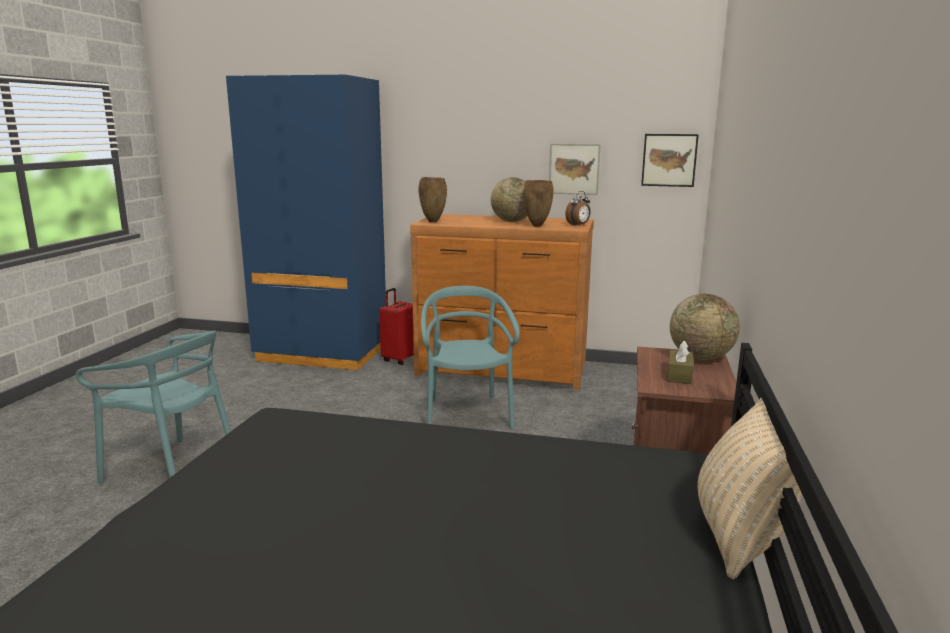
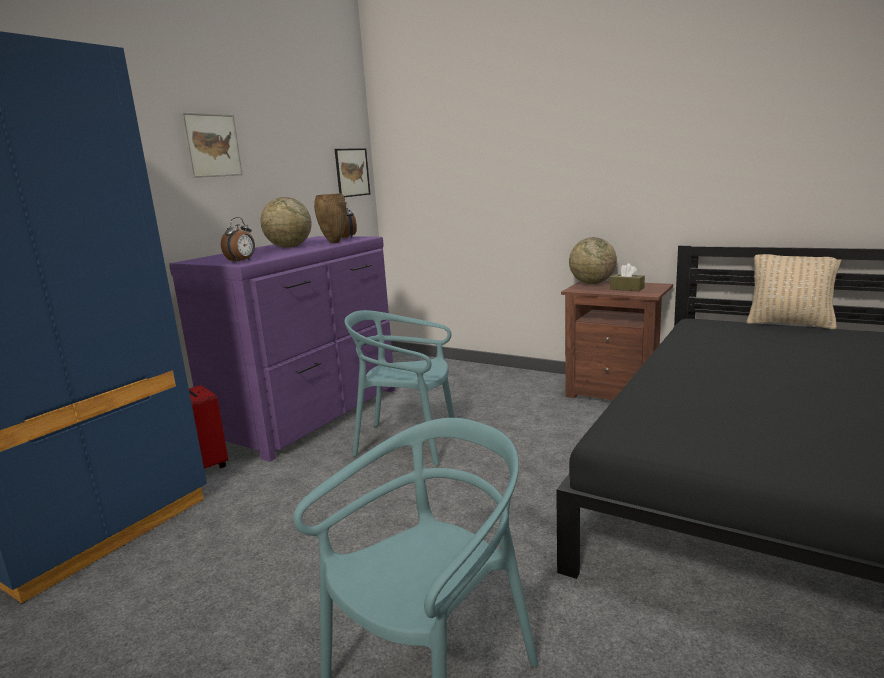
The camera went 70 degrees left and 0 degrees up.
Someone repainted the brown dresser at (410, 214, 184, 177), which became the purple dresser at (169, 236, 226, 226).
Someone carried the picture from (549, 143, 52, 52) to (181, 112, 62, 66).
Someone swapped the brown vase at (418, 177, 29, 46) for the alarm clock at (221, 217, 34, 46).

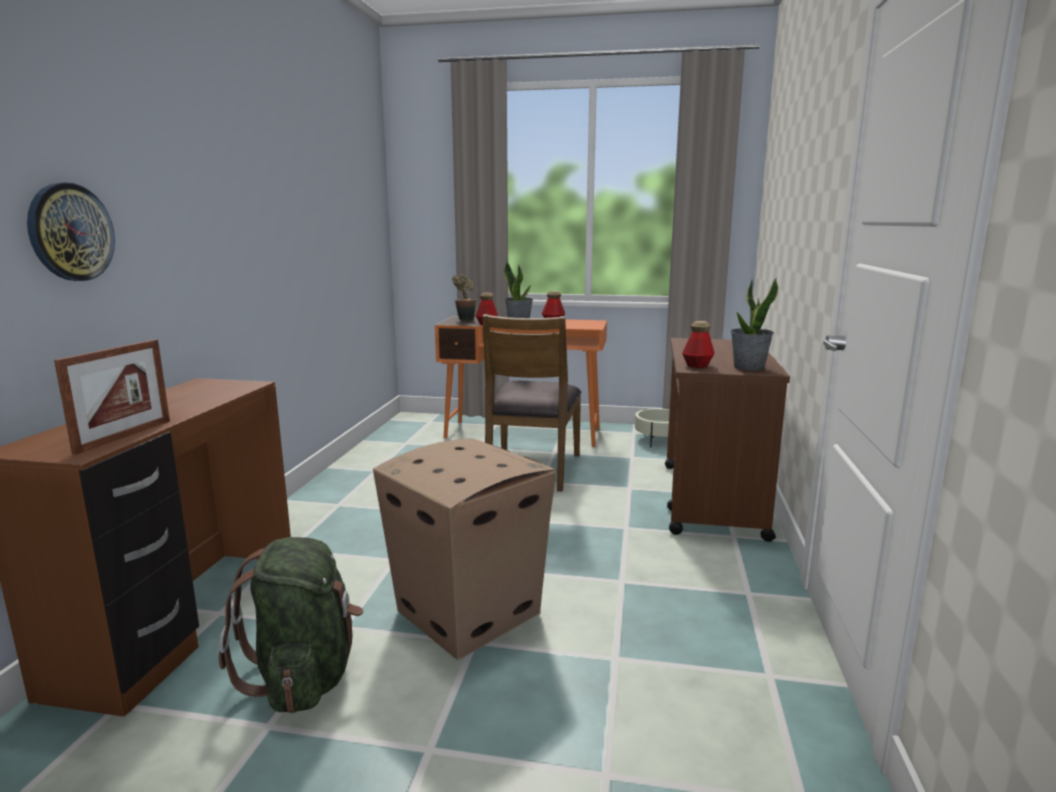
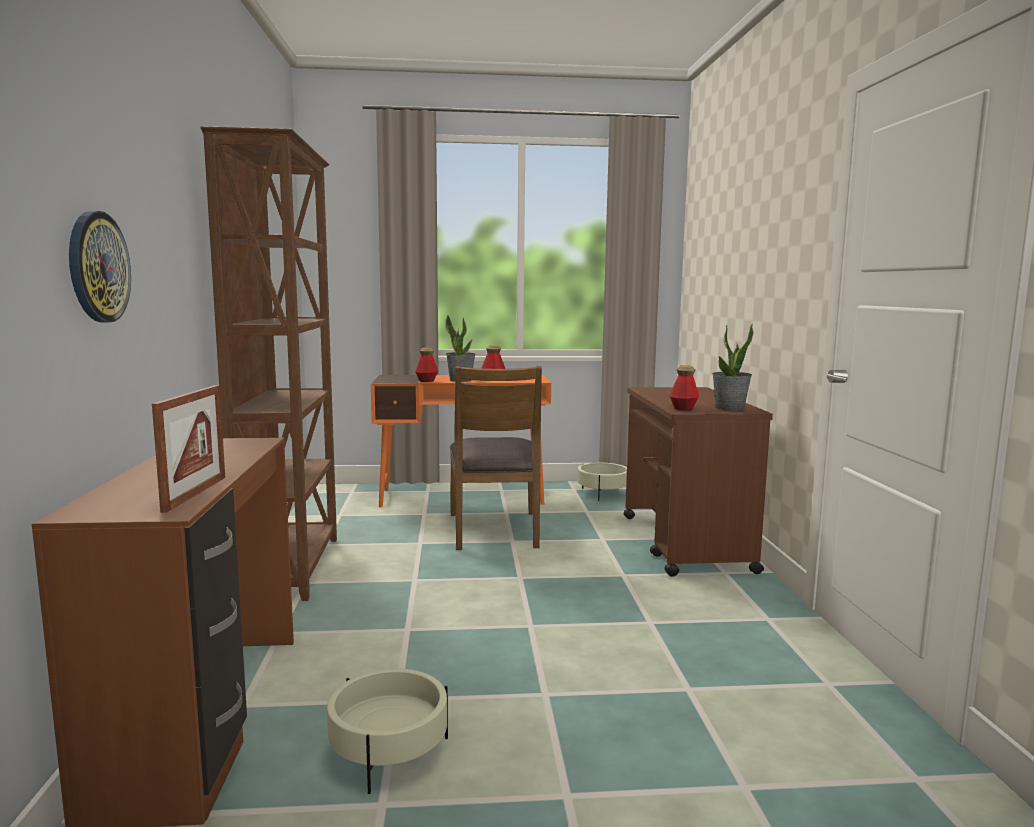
The camera went 15 degrees left and 5 degrees down.
Someone put down the brown bookcase at (200, 126, 137, 475).
Someone swapped the green backpack at (219, 537, 144, 176) for the beige planter at (327, 668, 121, 126).
Someone took away the cardboard box at (373, 438, 183, 222).
Someone took away the potted plant at (452, 274, 24, 47).

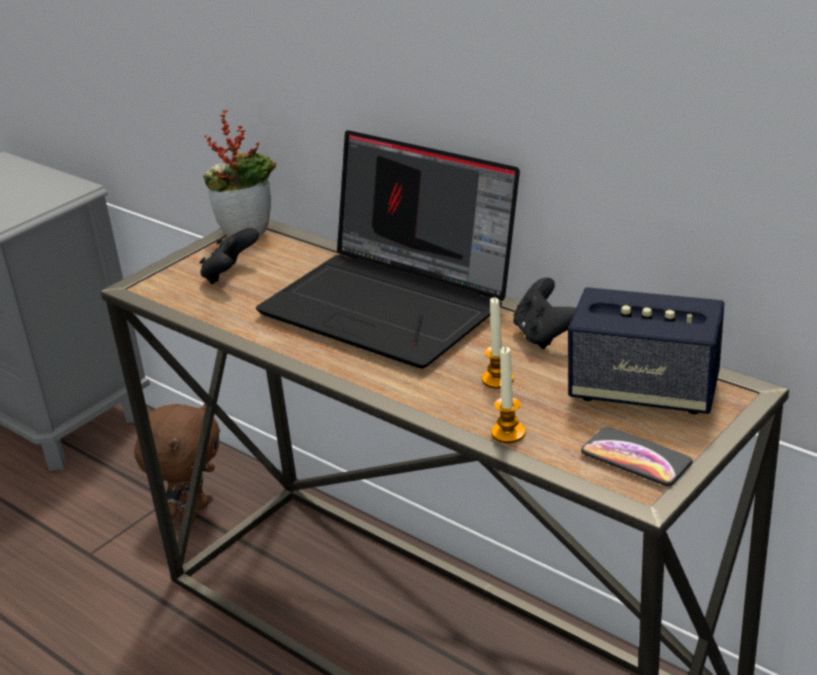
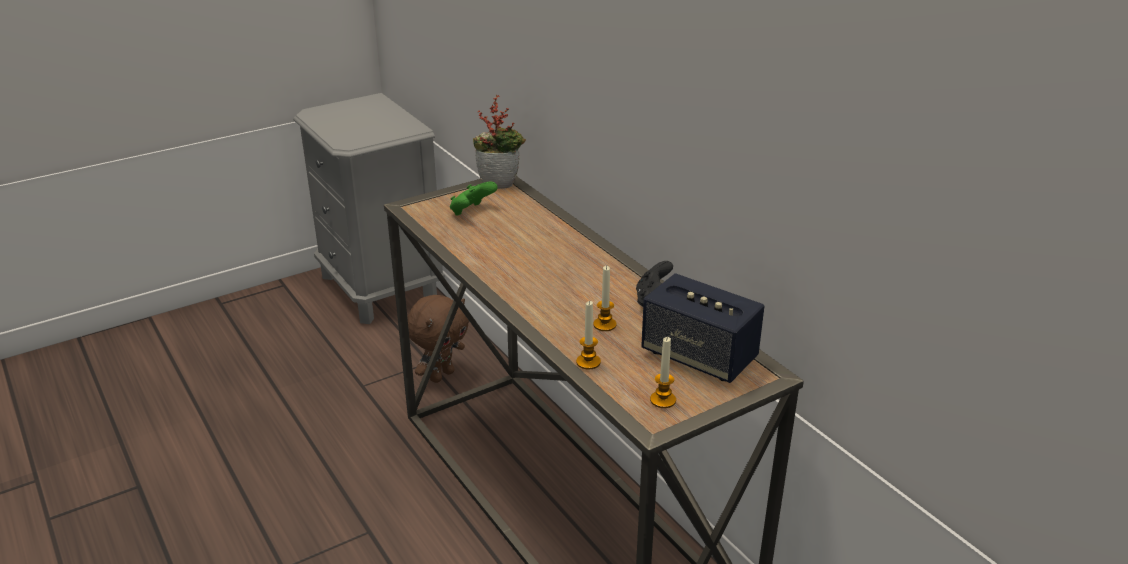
The camera went 15 degrees right and 0 degrees up.
Someone repainted the black game controller at (200, 228, 59, 56), which became the green game controller at (450, 182, 48, 34).
Someone swapped the phone at (581, 427, 112, 59) for the candle at (650, 337, 26, 71).
Someone took away the laptop at (256, 130, 264, 239).

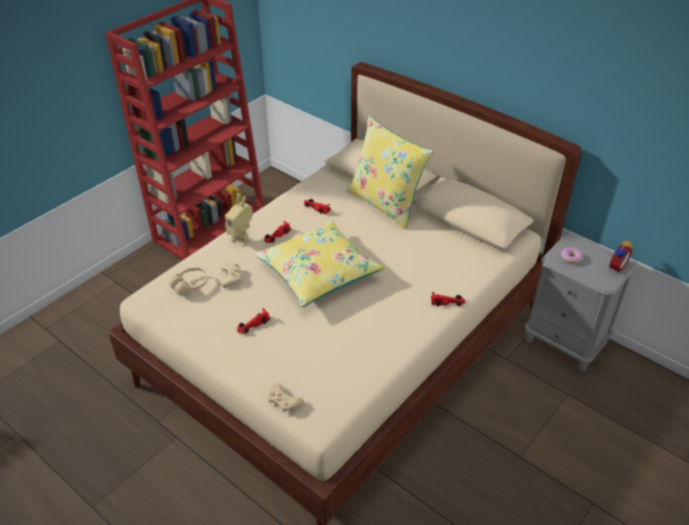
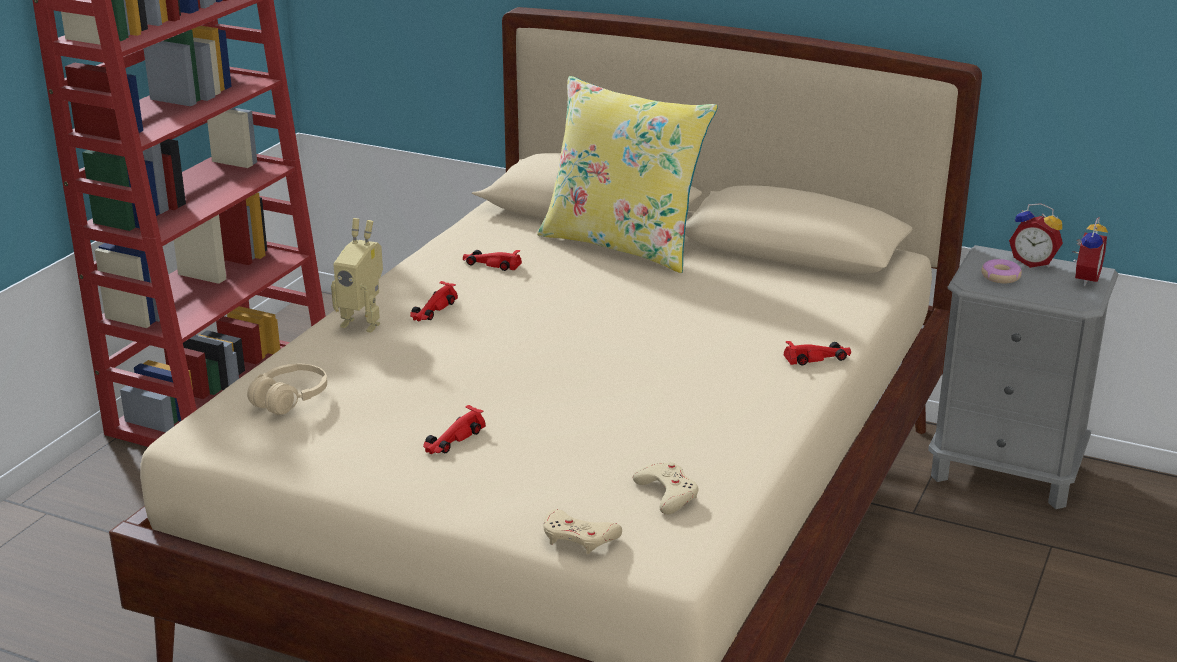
The camera went 15 degrees left and 15 degrees down.
Someone carried the beige game controller from (220, 263, 21, 24) to (633, 462, 66, 53).
Someone put down the alarm clock at (1009, 203, 54, 65).
Someone took away the yellow pillow at (255, 221, 129, 86).

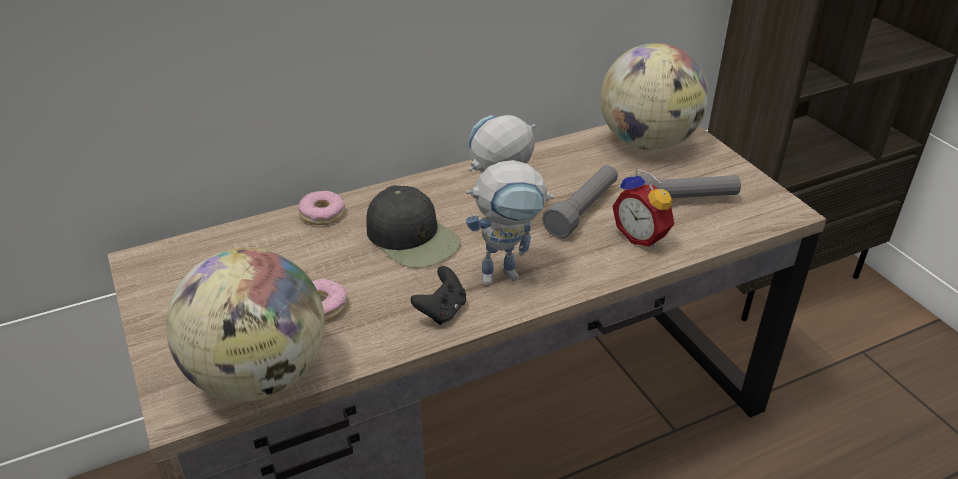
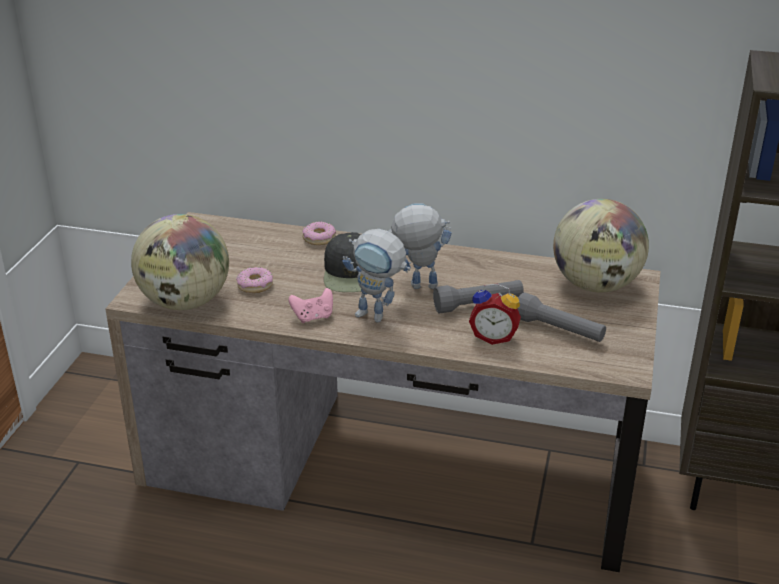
The camera went 40 degrees right and 5 degrees down.
Someone repainted the black game controller at (411, 266, 55, 59), which became the pink game controller at (288, 288, 45, 35).
Someone rotated the alarm clock at (612, 169, 62, 79) by 75 degrees counterclockwise.

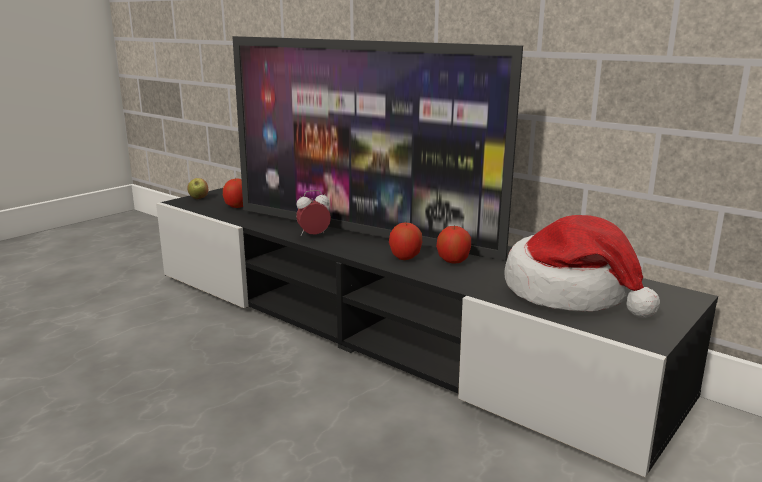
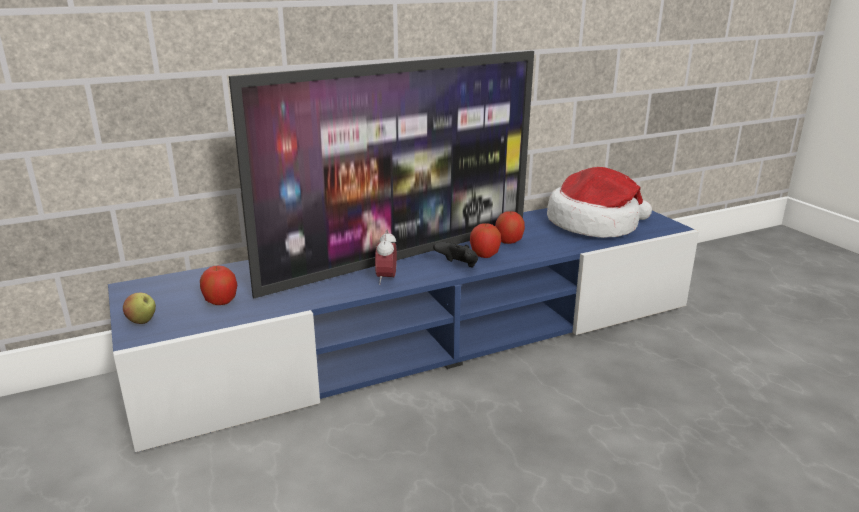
The camera went 65 degrees left and 5 degrees up.
Someone repainted the black tv stand at (156, 188, 562, 289), which became the blue tv stand at (108, 208, 591, 245).
Someone put down the black game controller at (433, 241, 45, 27).

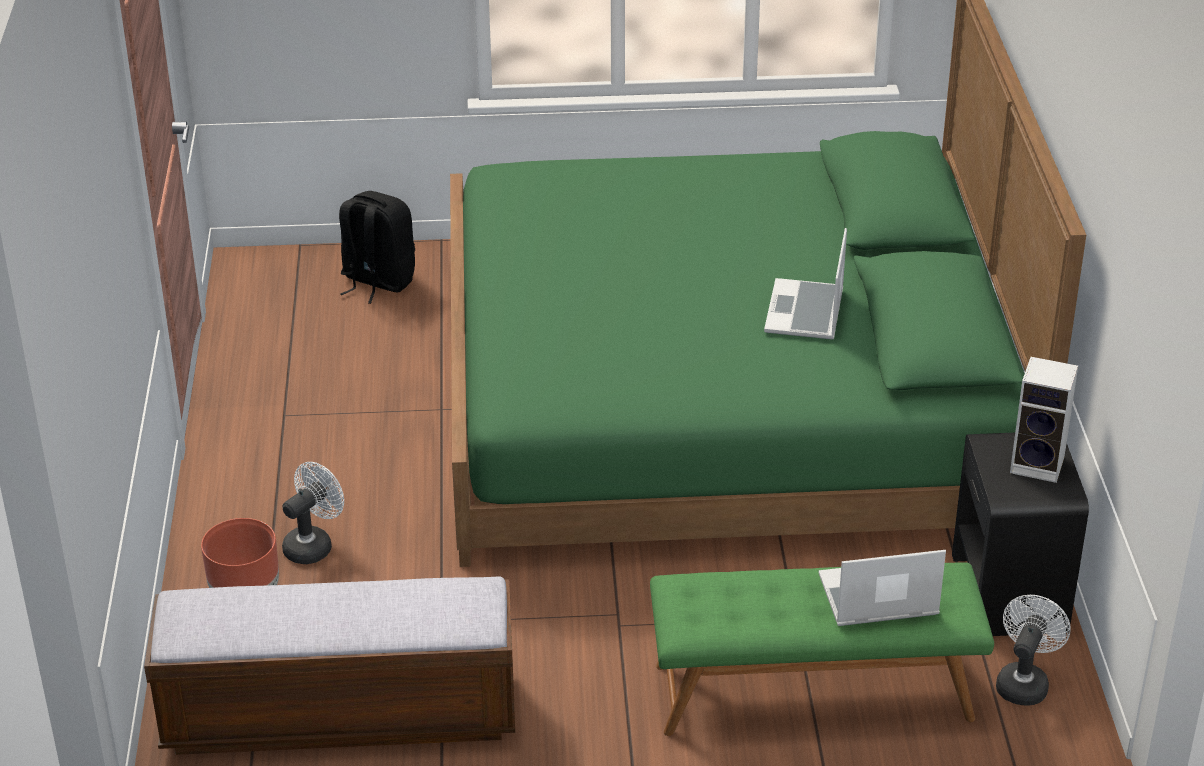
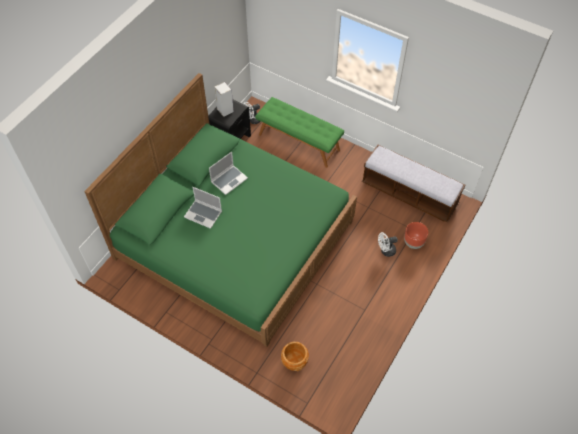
The camera went 145 degrees left and 20 degrees up.
Someone carried the laptop from (818, 550, 128, 76) to (184, 187, 38, 42).
Someone swapped the black backpack at (339, 191, 76, 113) for the brown planter at (281, 342, 28, 29).

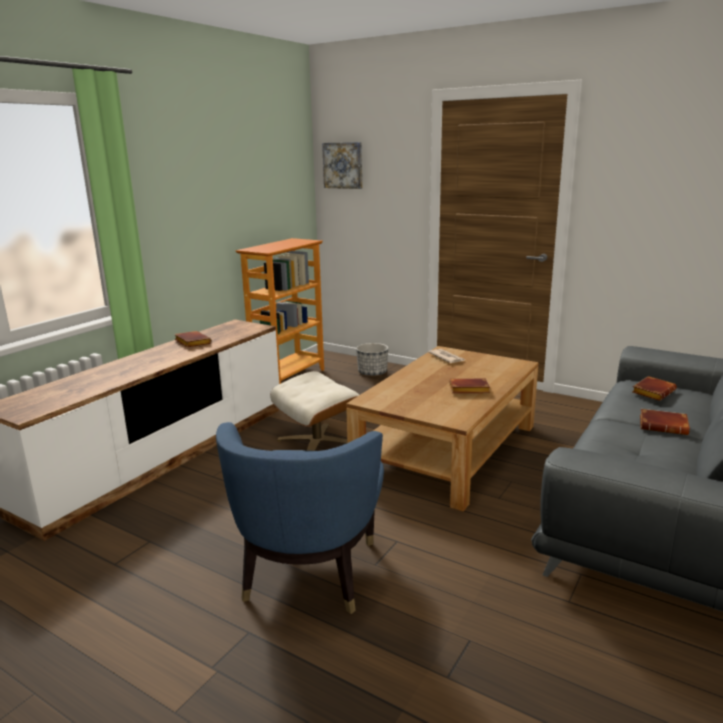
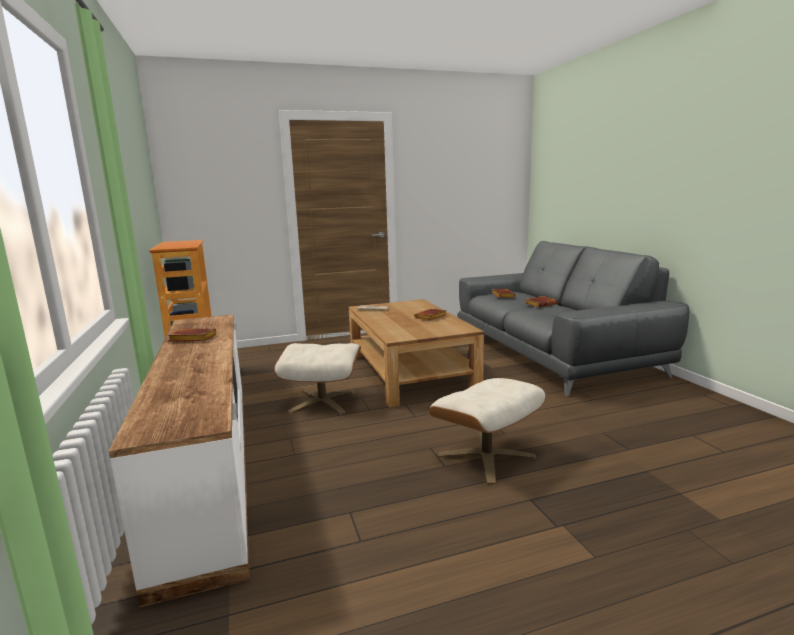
The camera went 50 degrees left and 5 degrees down.
Someone swapped the blue armchair at (216, 422, 168, 192) for the beige ottoman at (429, 378, 116, 106).
Someone took away the picture at (322, 142, 40, 47).
Someone took away the planter at (356, 343, 32, 33).

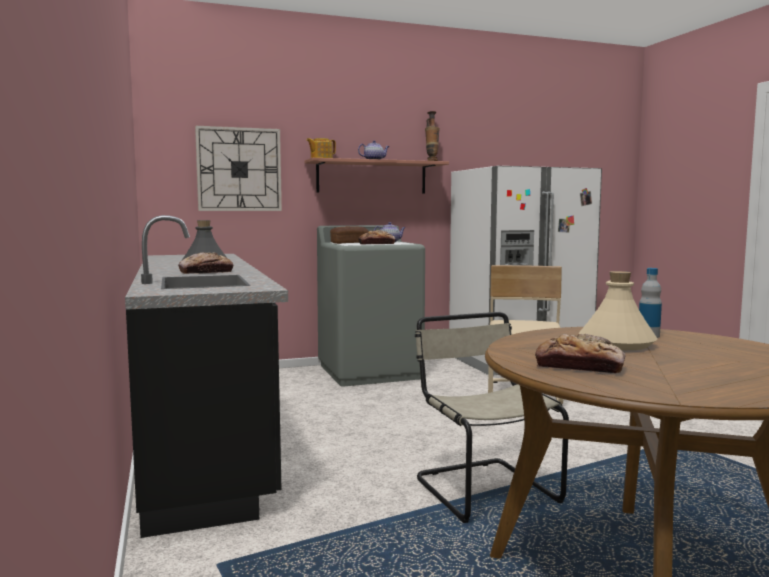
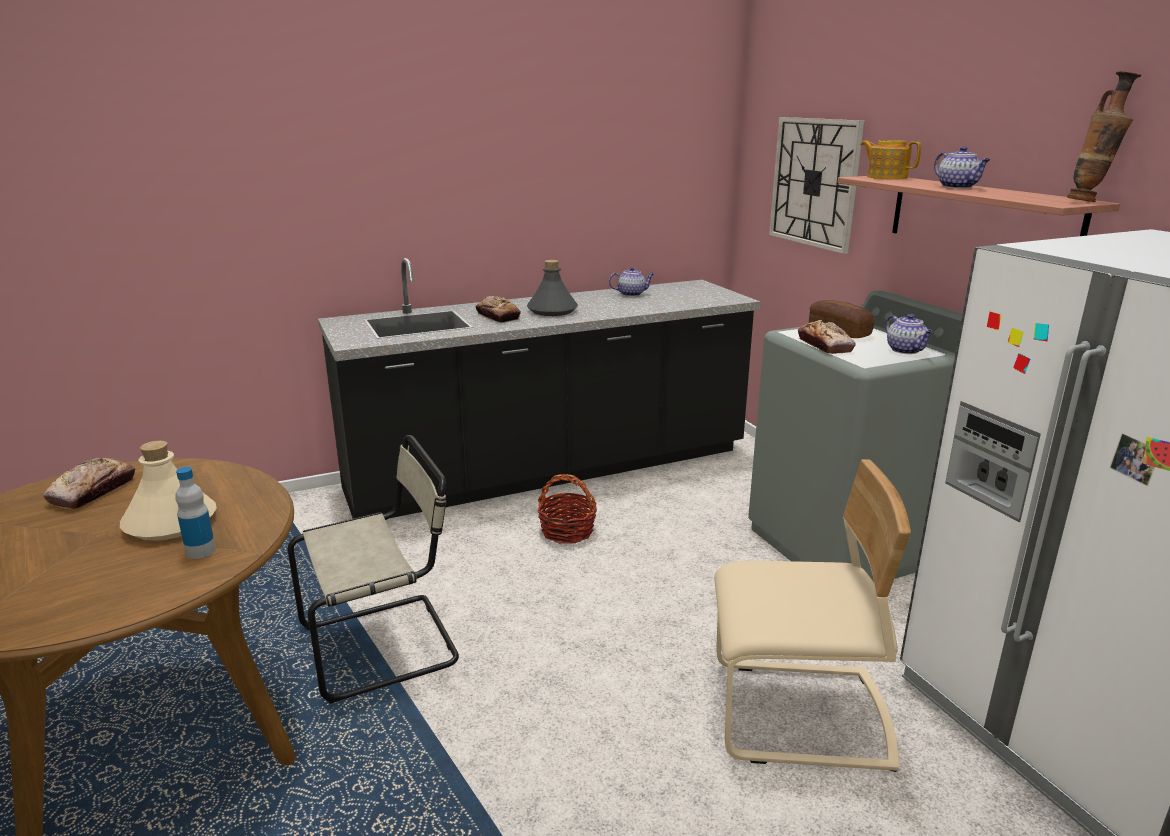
The camera went 85 degrees right and 15 degrees up.
Someone put down the basket at (537, 474, 60, 70).
Someone put down the teapot at (609, 267, 45, 29).

